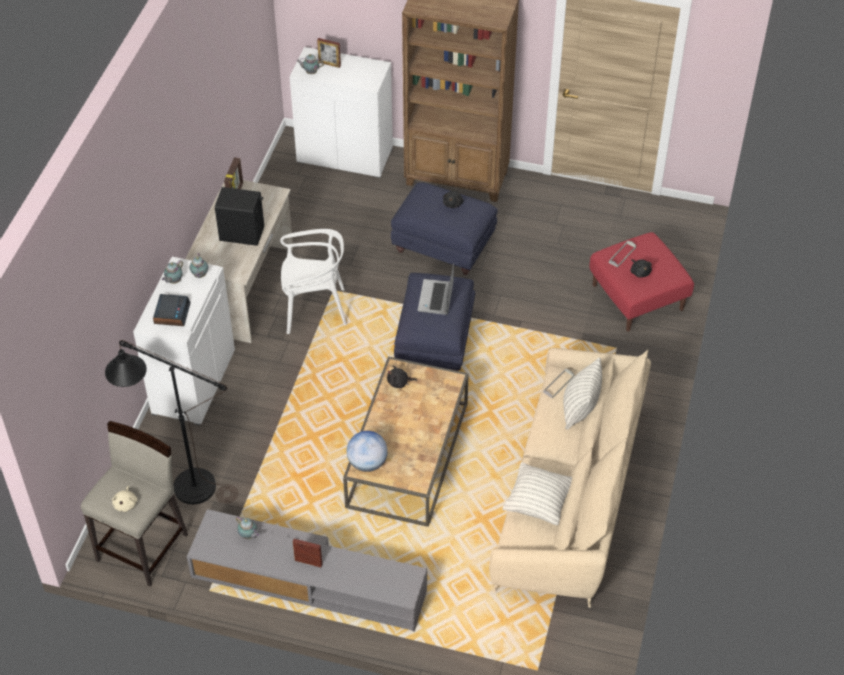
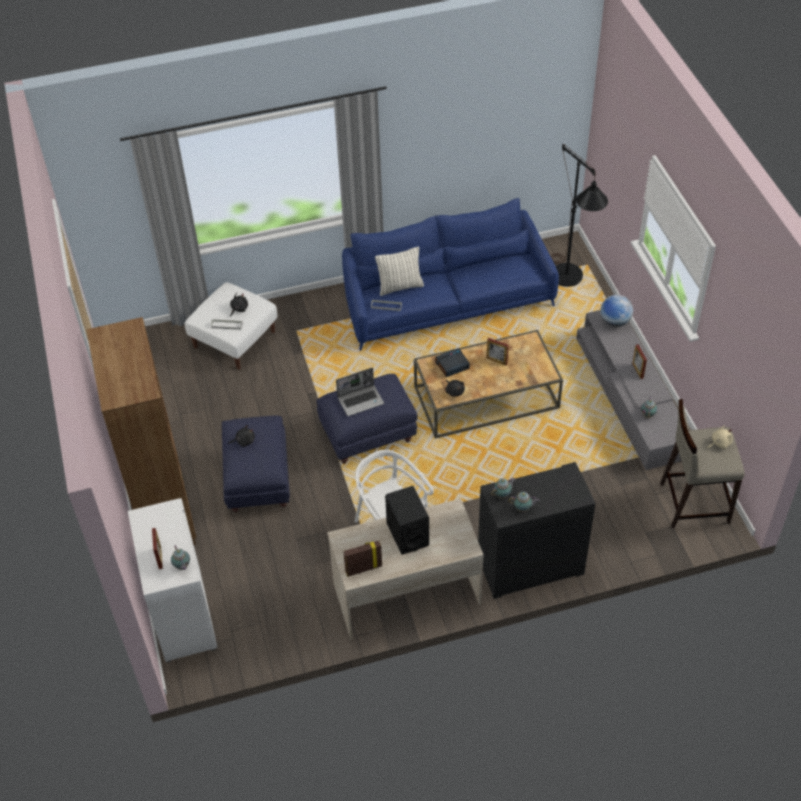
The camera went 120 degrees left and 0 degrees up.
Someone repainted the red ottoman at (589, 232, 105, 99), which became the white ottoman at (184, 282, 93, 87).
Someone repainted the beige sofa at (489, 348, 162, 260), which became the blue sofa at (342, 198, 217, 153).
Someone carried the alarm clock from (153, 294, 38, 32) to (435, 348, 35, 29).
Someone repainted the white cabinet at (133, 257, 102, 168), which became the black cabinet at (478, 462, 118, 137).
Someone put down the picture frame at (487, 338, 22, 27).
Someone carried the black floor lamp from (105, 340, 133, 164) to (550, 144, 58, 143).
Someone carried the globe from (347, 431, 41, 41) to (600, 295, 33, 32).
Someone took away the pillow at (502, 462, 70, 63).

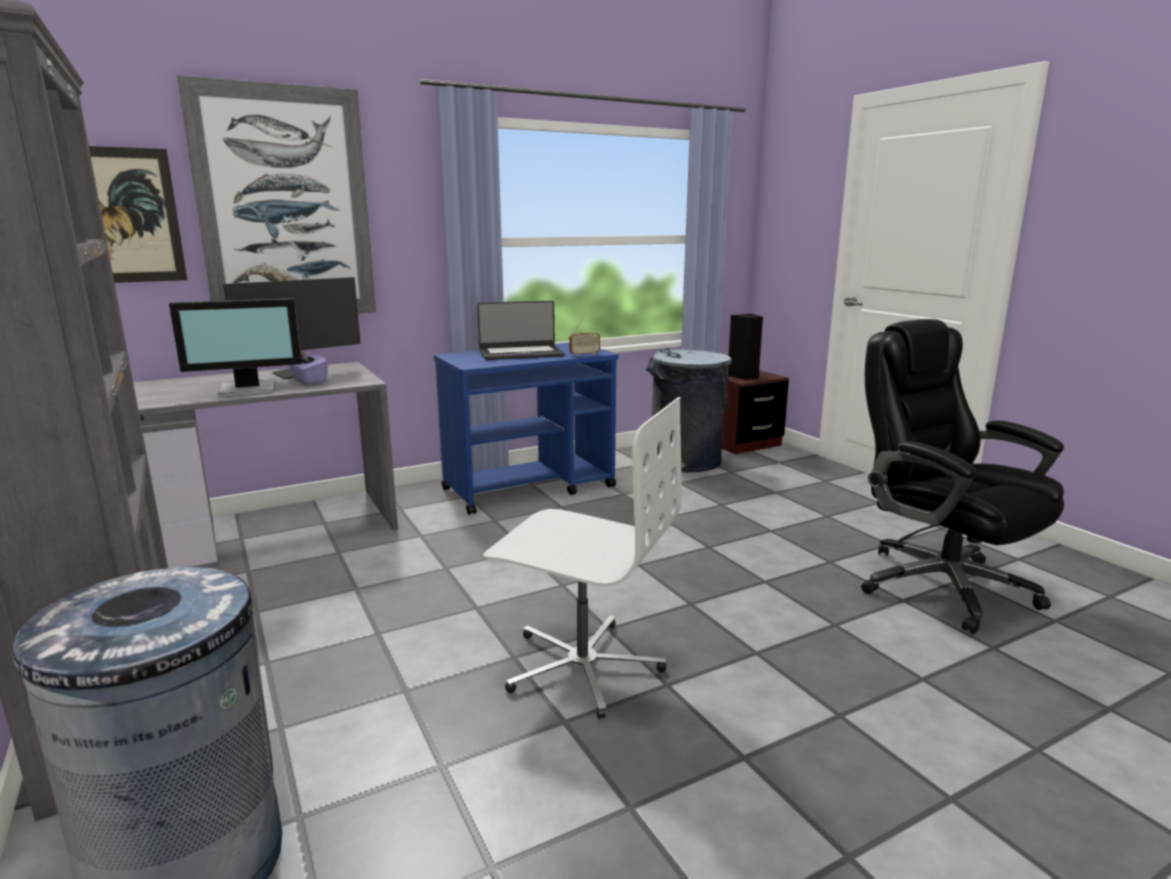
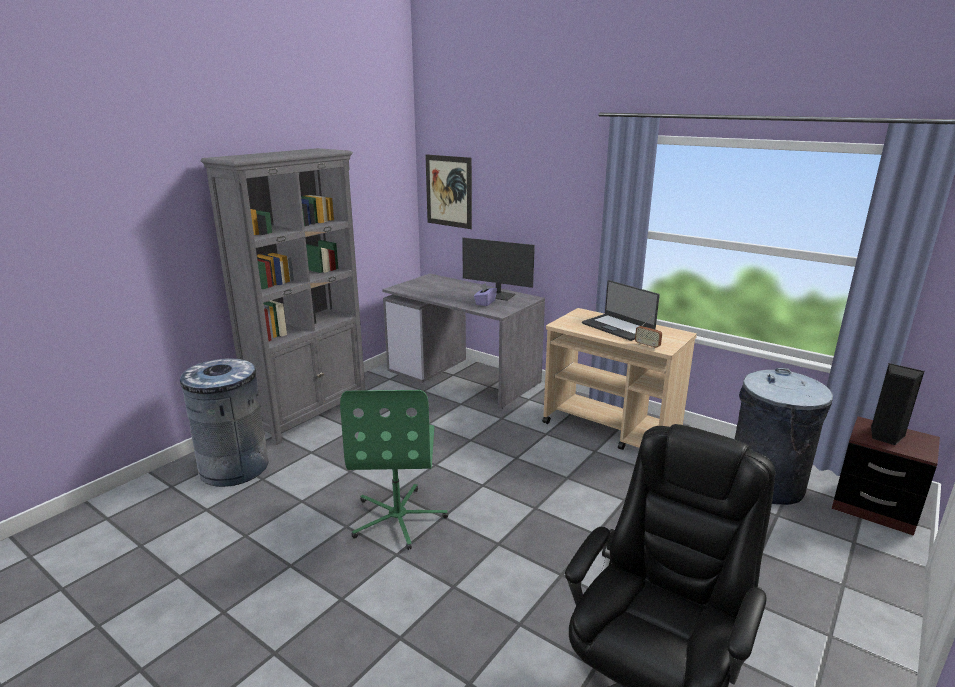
The camera went 65 degrees right and 5 degrees up.
Someone repainted the white office chair at (483, 397, 199, 322), which became the green office chair at (340, 390, 108, 160).
Someone repainted the blue cart at (434, 343, 184, 172), which became the beige cart at (542, 308, 155, 142).
Someone took away the monitor at (169, 298, 133, 99).
Someone took away the picture at (177, 75, 199, 238).

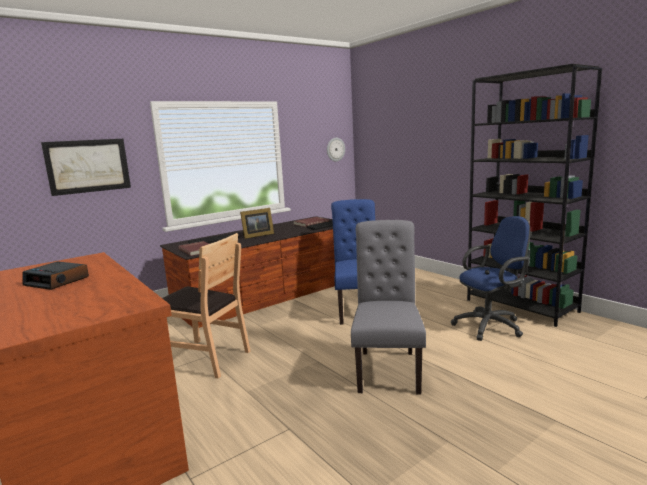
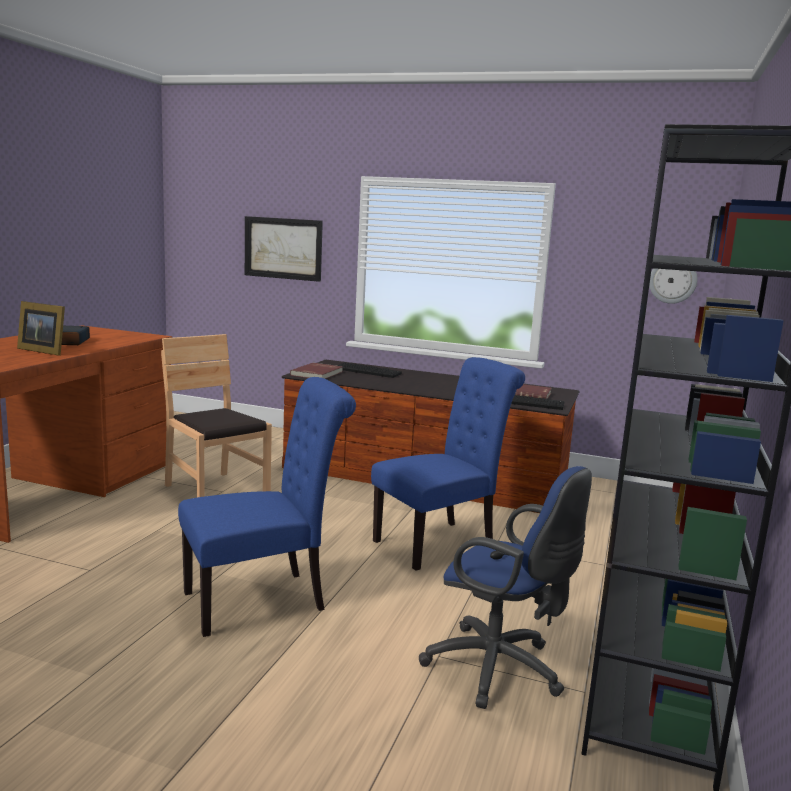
The camera went 55 degrees right and 0 degrees up.
Someone carried the picture frame from (240, 208, 34, 31) to (17, 301, 48, 55).
Someone rotated the brown chair at (162, 233, 89, 146) by 150 degrees clockwise.
Someone repainted the grey chair at (351, 220, 75, 175), which became the blue chair at (178, 377, 178, 260).

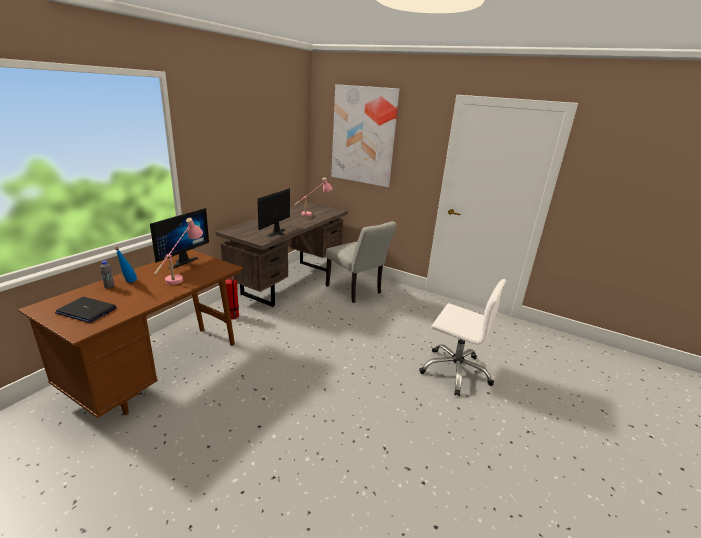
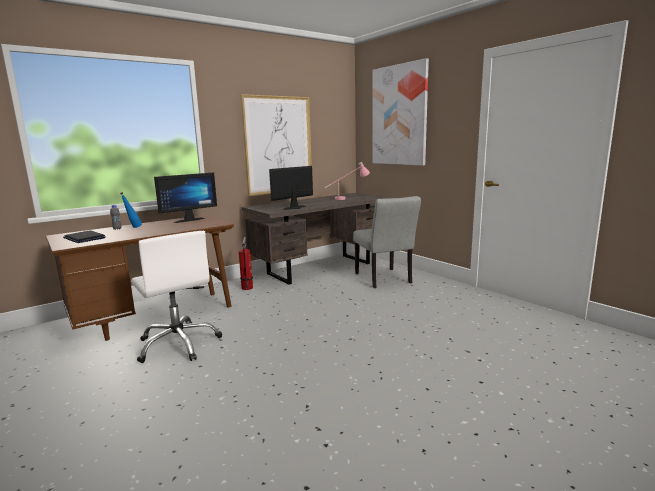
The camera went 25 degrees right and 10 degrees down.
Someone carried the white office chair from (419, 279, 87, 117) to (131, 231, 91, 132).
Someone put up the picture at (241, 94, 71, 102).
Someone took away the pink table lamp at (154, 218, 49, 67).

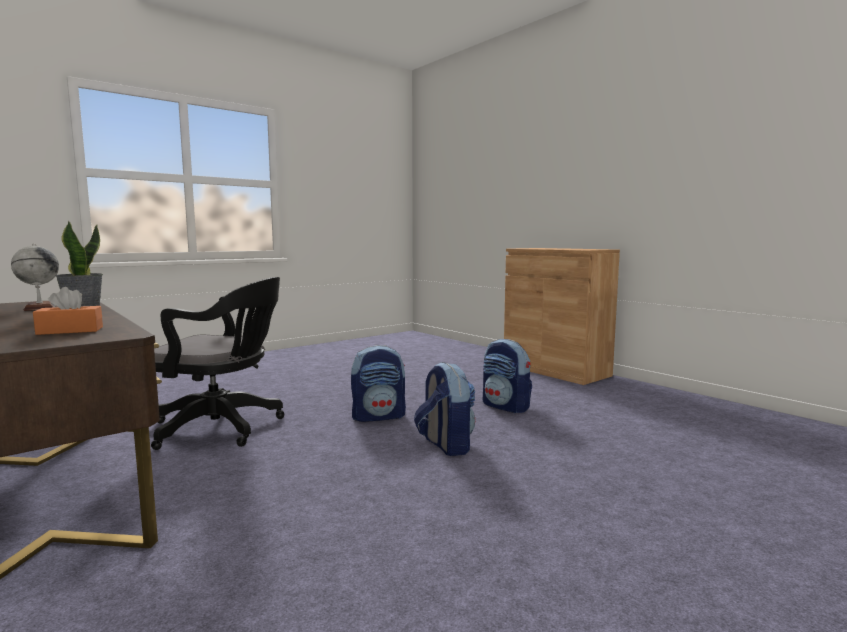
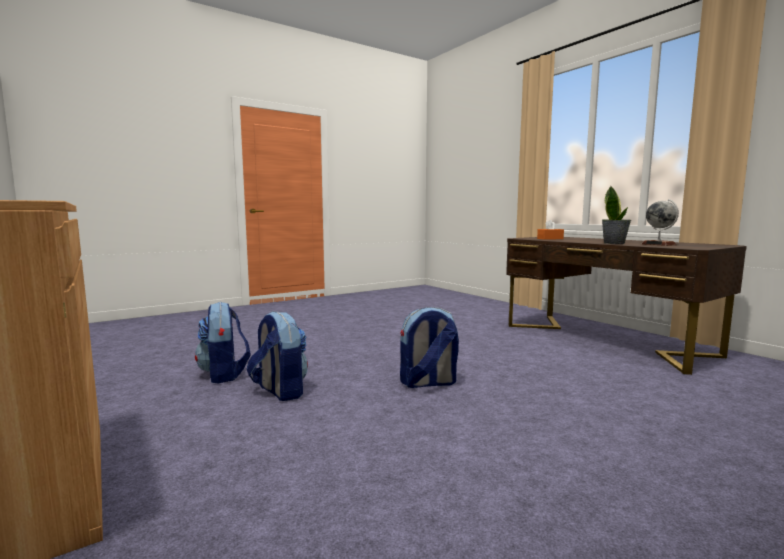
The camera went 175 degrees left and 0 degrees up.
Someone carried the backpack from (414, 362, 62, 94) to (195, 302, 55, 82).
Someone took away the black office chair at (151, 277, 134, 173).

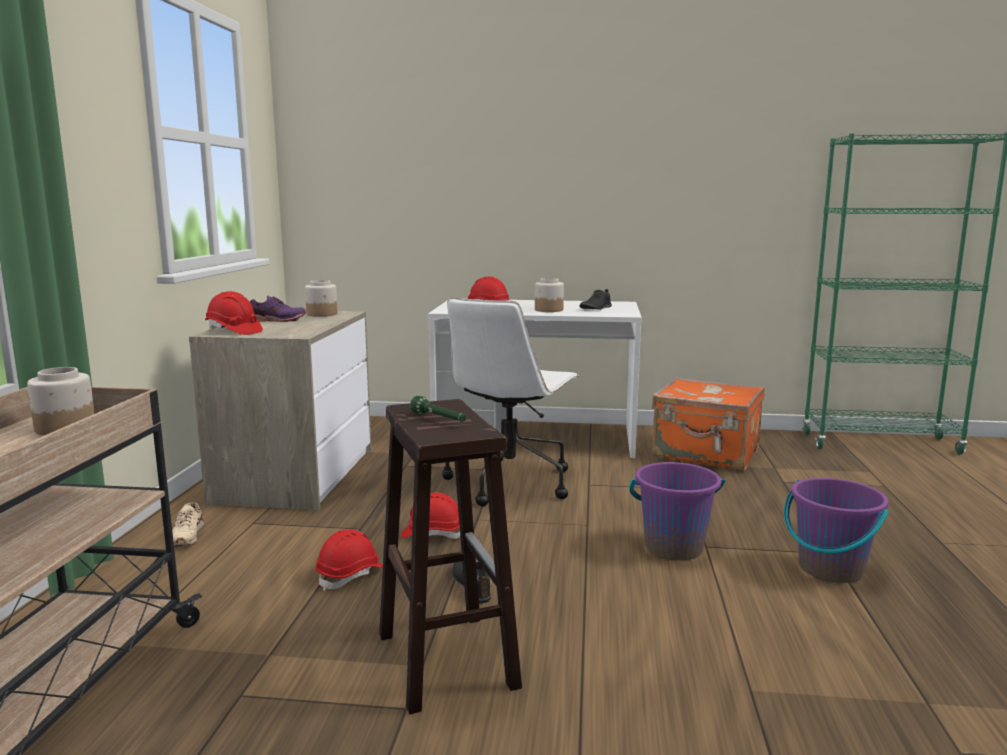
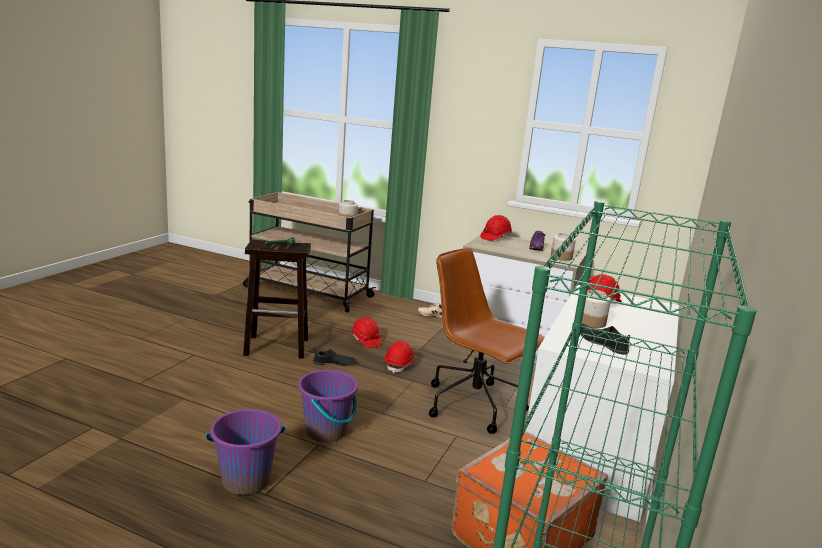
The camera went 105 degrees right and 5 degrees up.
Someone repainted the white office chair at (442, 298, 137, 208), which became the brown office chair at (429, 248, 116, 186).

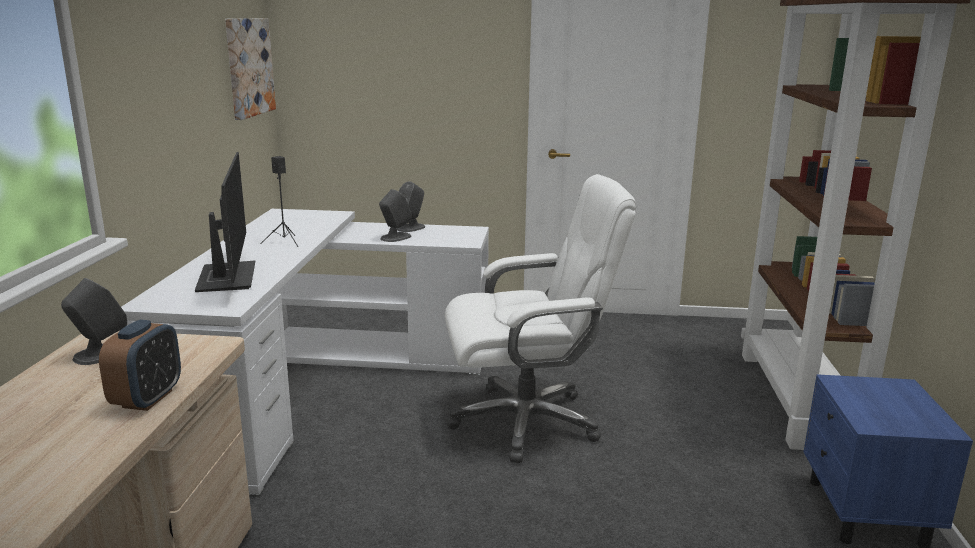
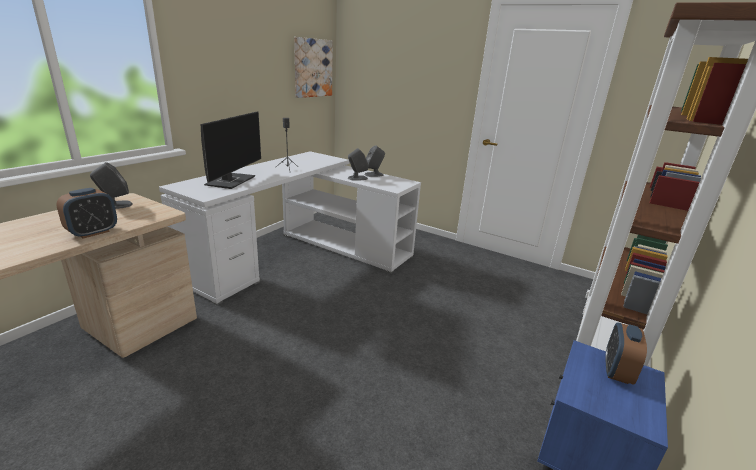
The camera went 25 degrees right and 5 degrees up.
Someone put down the alarm clock at (605, 323, 42, 62).
Someone took away the white office chair at (445, 174, 192, 289).

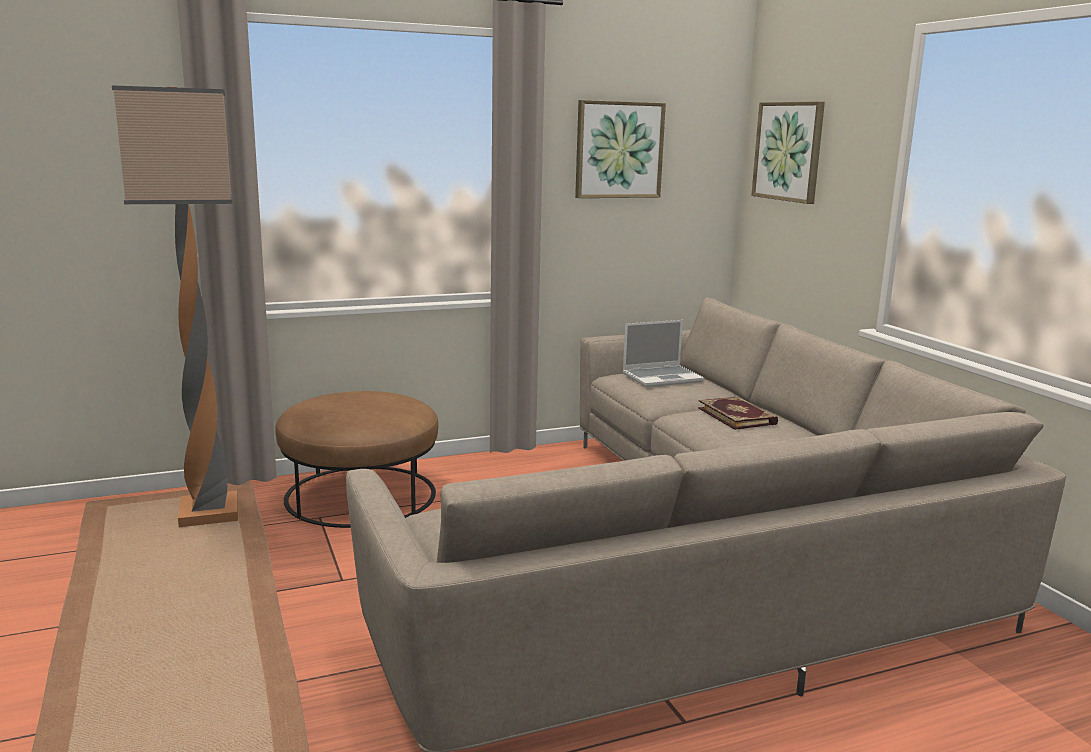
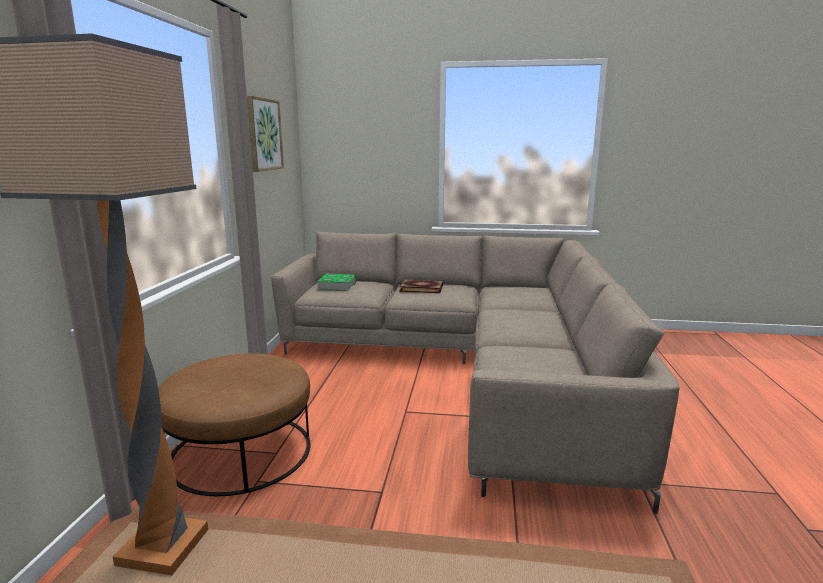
The camera went 60 degrees left and 0 degrees up.
Someone swapped the laptop at (622, 320, 82, 67) for the book at (317, 274, 39, 17).
Someone took away the picture at (751, 101, 74, 103).

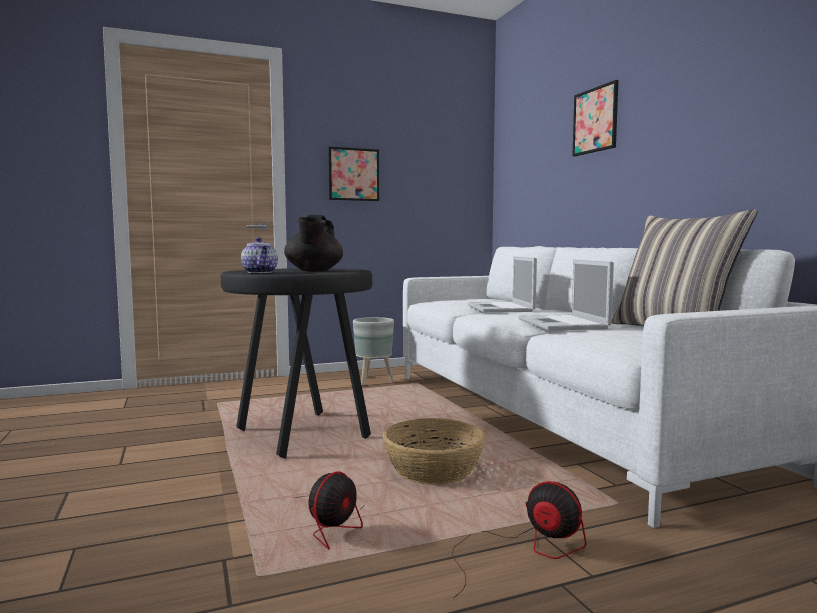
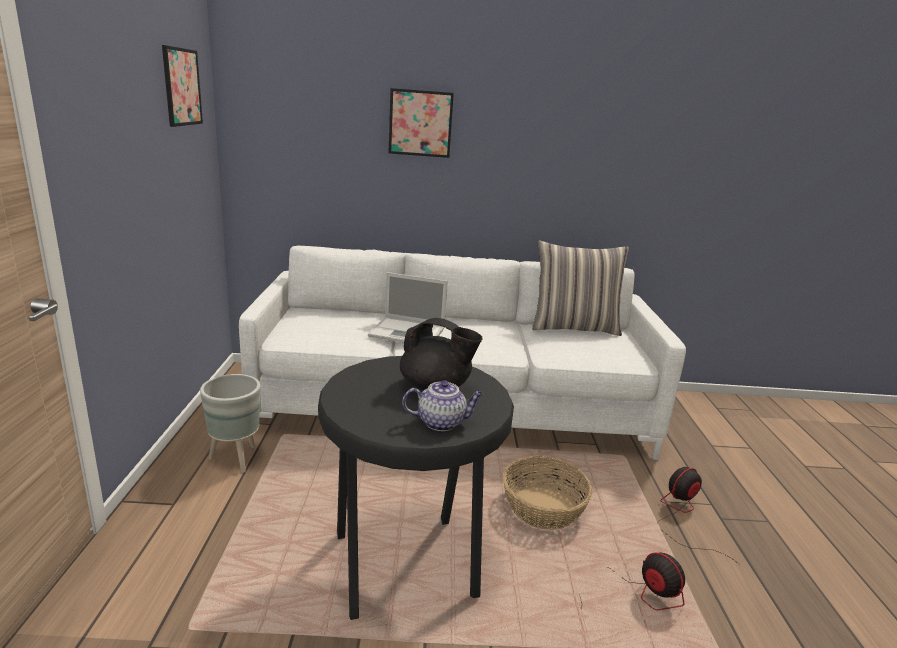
The camera went 70 degrees left and 15 degrees up.
Someone carried the picture from (328, 147, 51, 54) to (162, 45, 41, 82).
Someone took away the laptop at (519, 259, 95, 72).

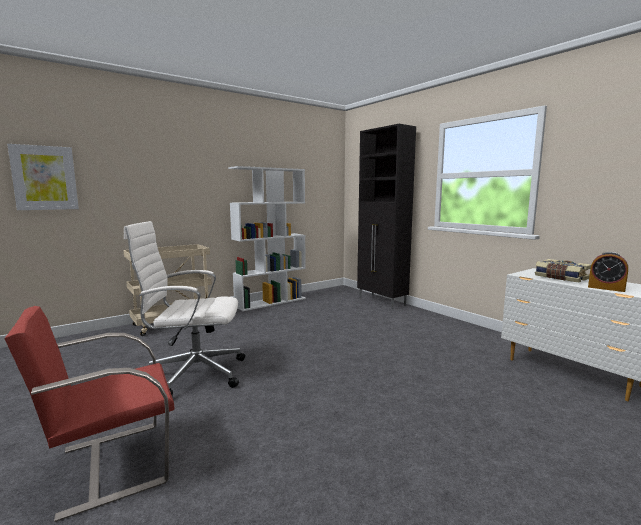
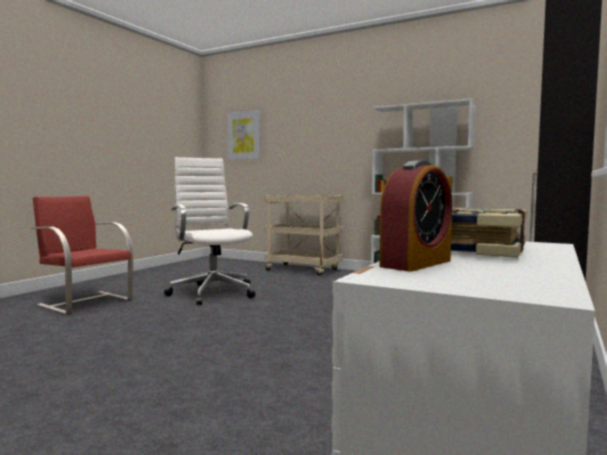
The camera went 65 degrees right and 5 degrees down.
Someone rotated the alarm clock at (588, 252, 40, 40) by 150 degrees counterclockwise.

